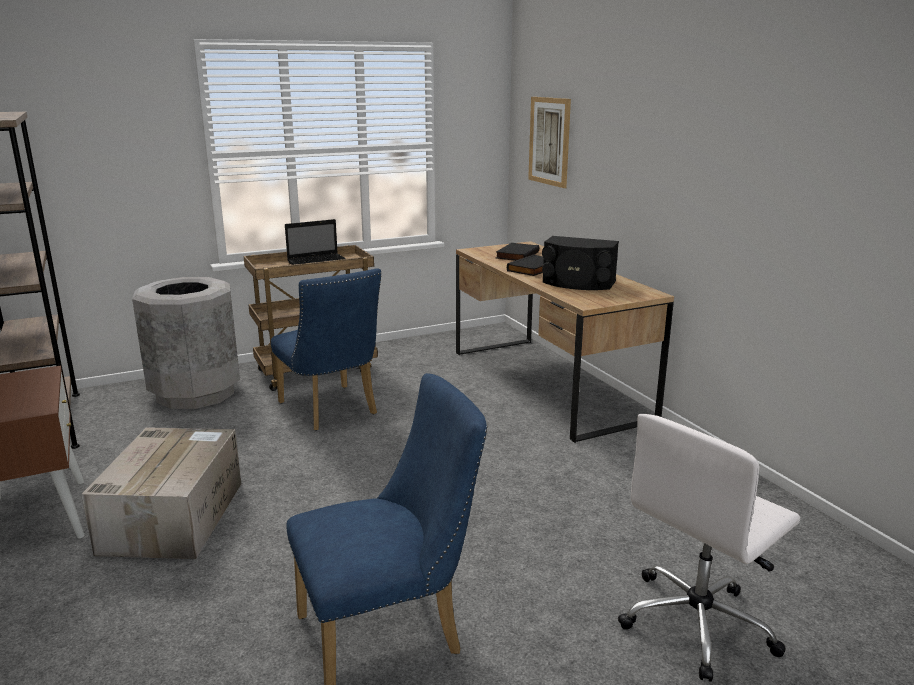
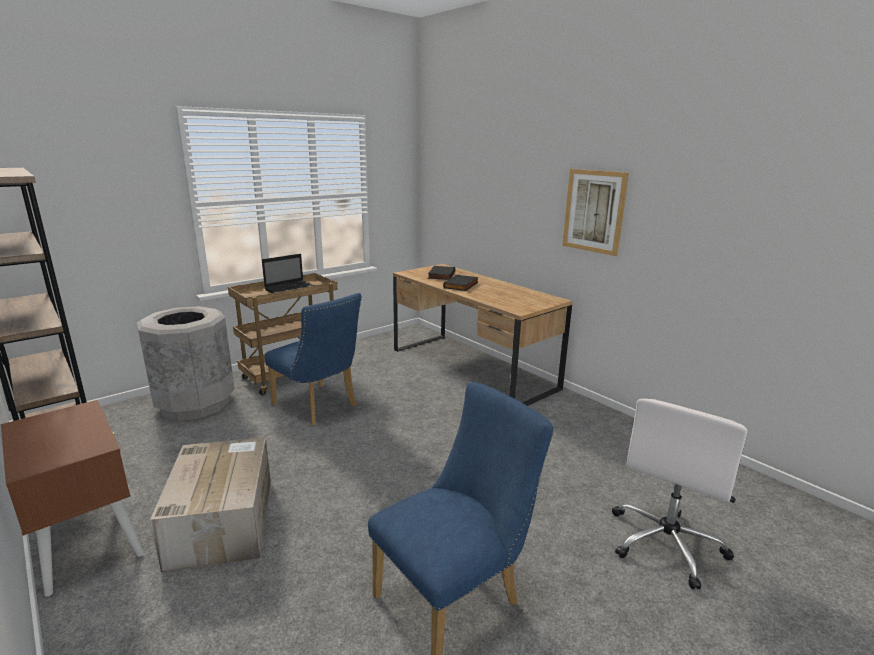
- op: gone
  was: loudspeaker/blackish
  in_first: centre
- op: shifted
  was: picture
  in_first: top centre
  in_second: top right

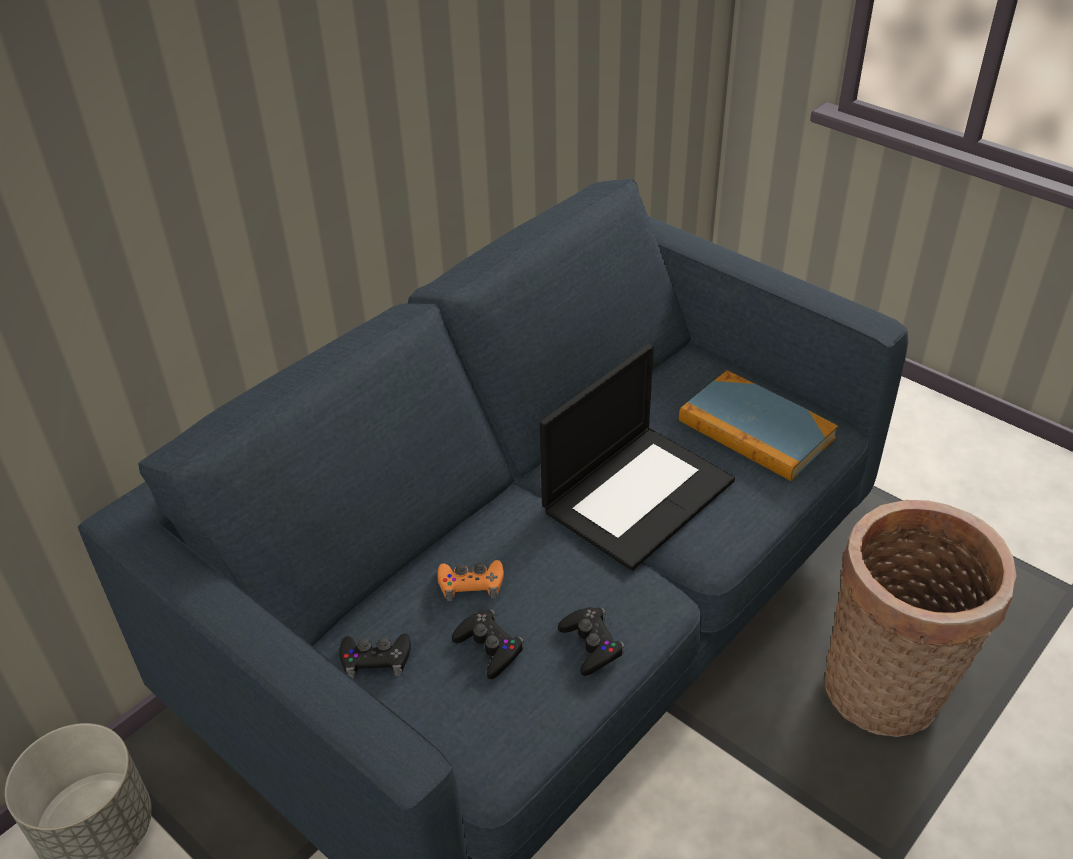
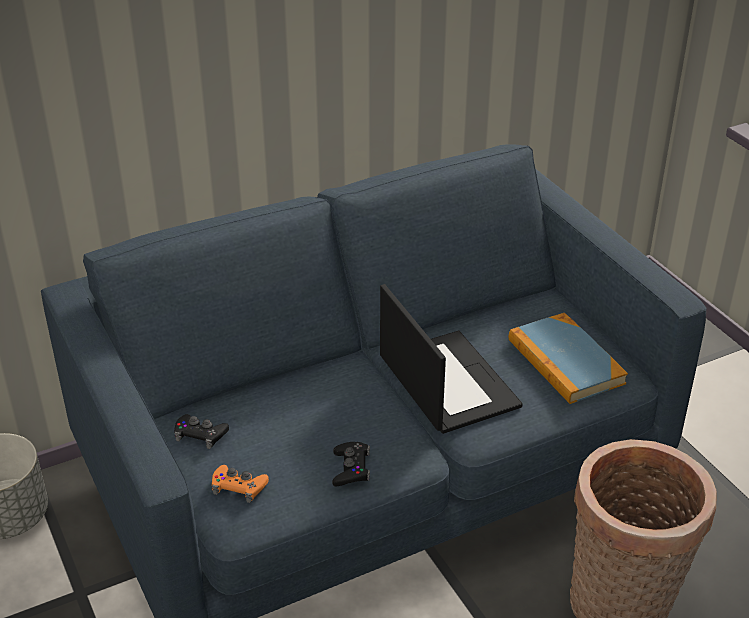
- op: gone
  was: gamepad/blackish (no. 2 from left)
  in_first: bottom centre
- op: shifted
  was: gamepad/orange
  in_first: bottom centre
  in_second: bottom left
- op: rotated
  was: notebook computer
  in_first: centre
  in_second: centre
  clockwise: -90

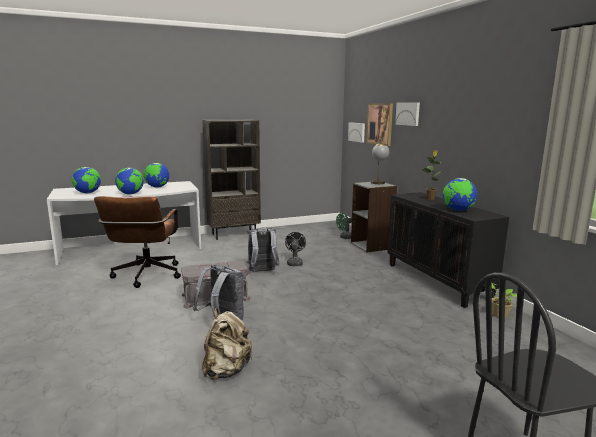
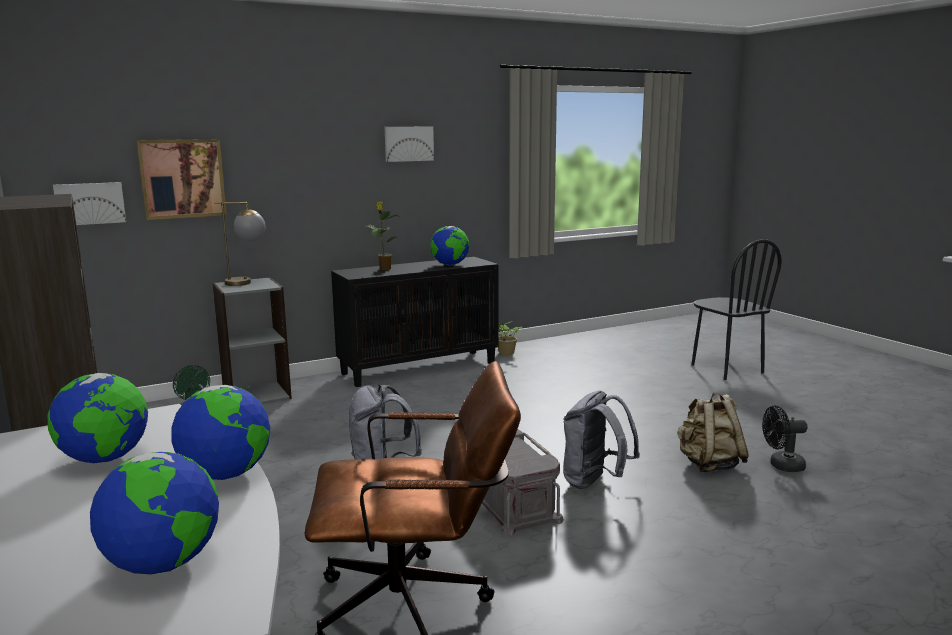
- op: shifted
  was: cooling fan/blackish
  in_first: centre
  in_second: bottom right
- op: shifted
  was: picture (no. 3 from left)
  in_first: top right
  in_second: top centre

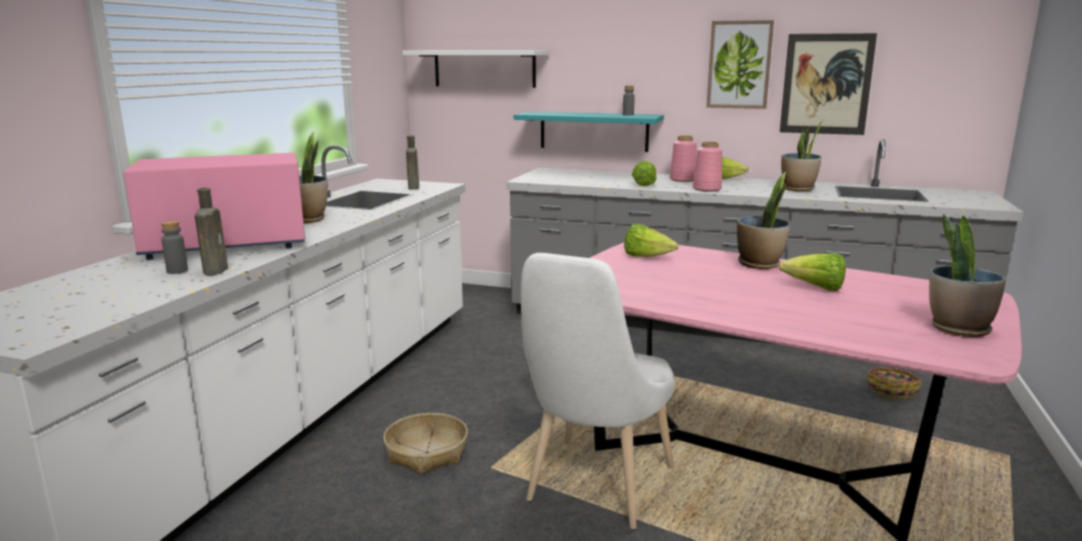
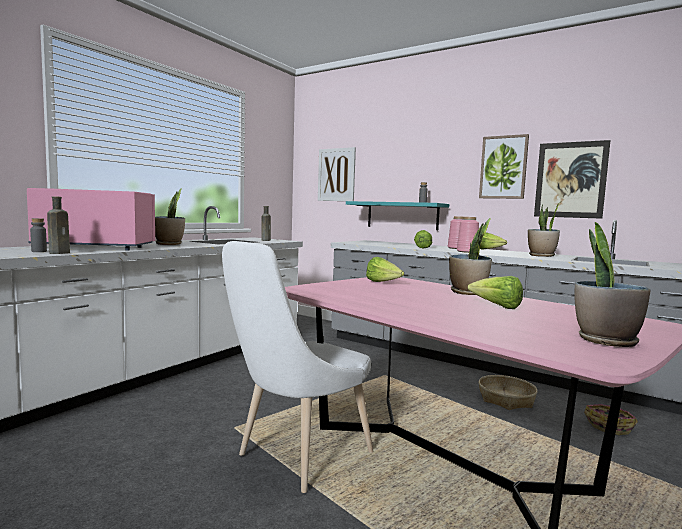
- op: shifted
  was: basket (no. 1 from left)
  in_first: bottom centre
  in_second: bottom right
- op: swapped
  was: shelf/white-coloured
  now: picture (no. 1 from left)
  in_first: top centre
  in_second: top centre

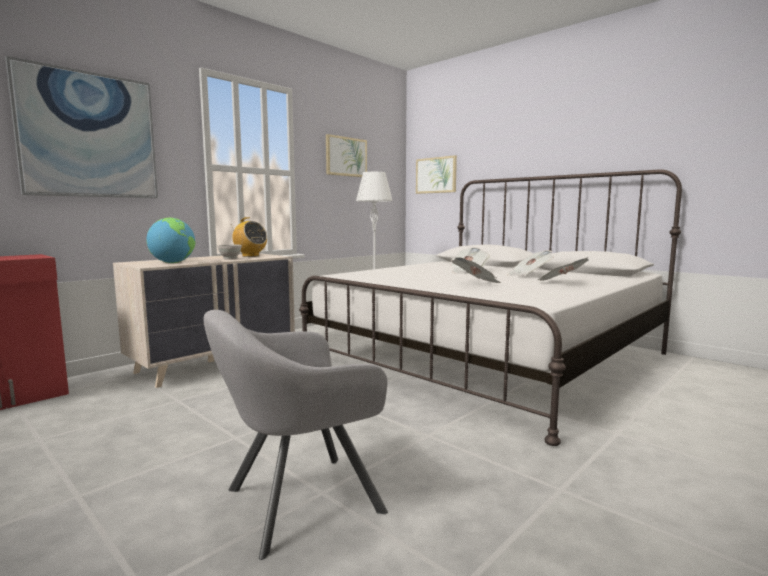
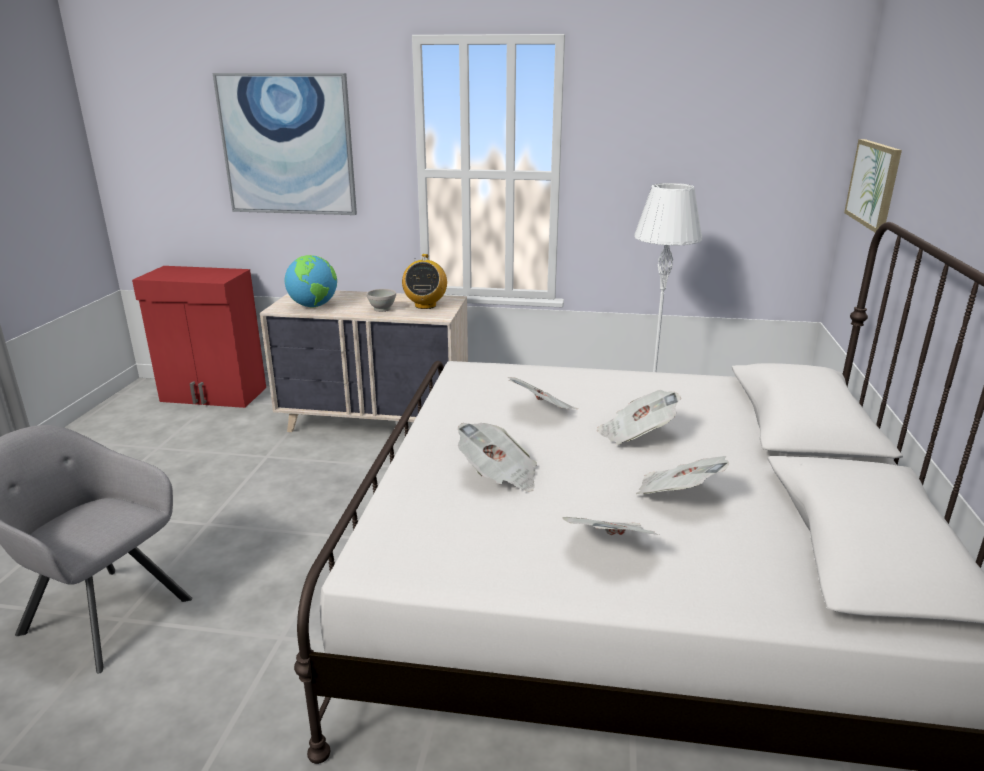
- op: gone
  was: picture (no. 2 from left)
  in_first: top centre
- op: new
  now: newspaper (no. 2 from left)
  in_second: centre

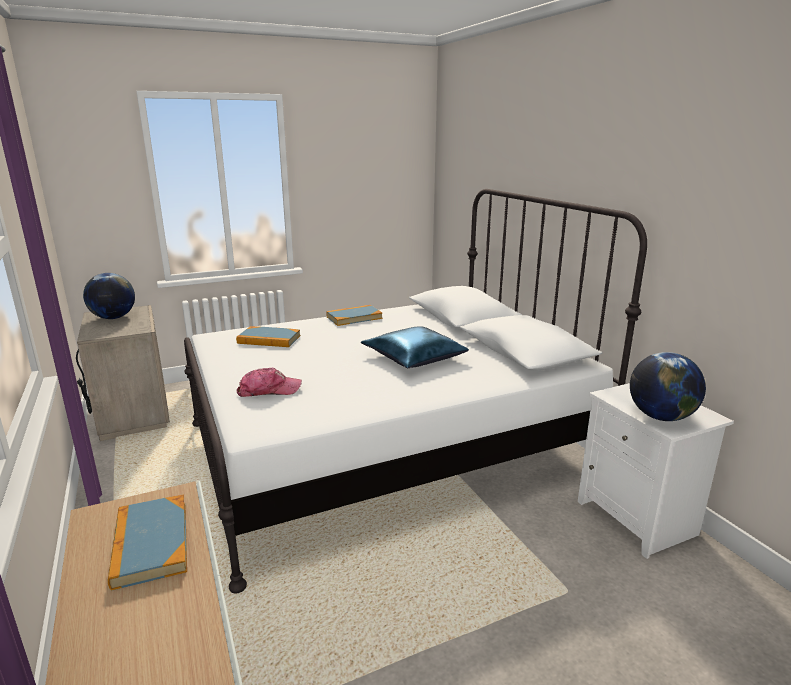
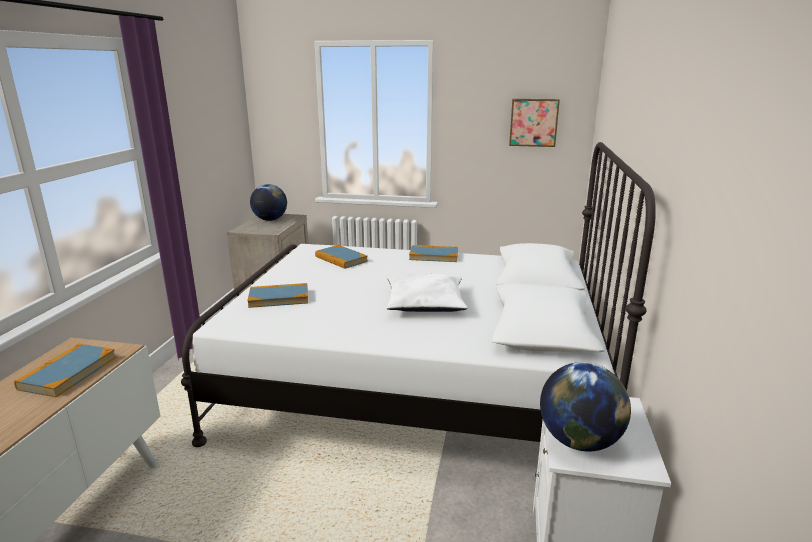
- op: new
  now: picture
  in_second: top centre
- op: swapped
  was: peaked cap
  now: book (no. 2 from left)
  in_first: centre
  in_second: centre
- op: repainted
  was: pillow/bluish
  now: pillow/white-coloured
  in_first: centre
  in_second: centre

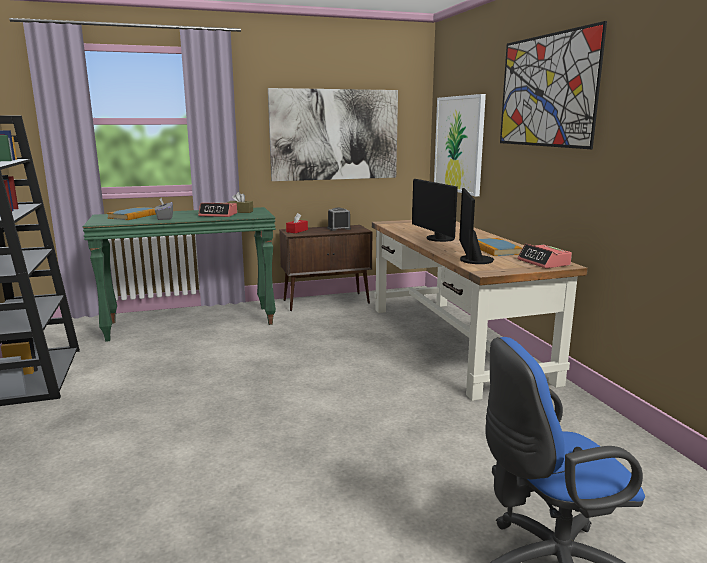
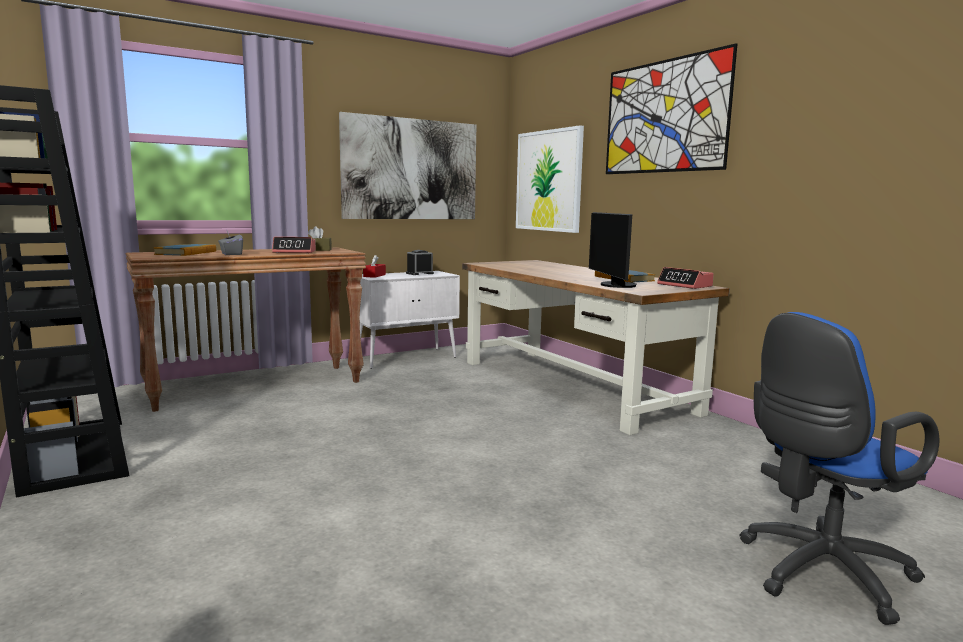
- op: gone
  was: monitor (no. 1 from left)
  in_first: centre
- op: repainted
  was: narrow table/greenish
  now: narrow table/brown-coloured
  in_first: middle left
  in_second: middle left
- op: repainted
  was: cupboard/brown-coloured
  now: cupboard/white-coloured
  in_first: centre
  in_second: centre

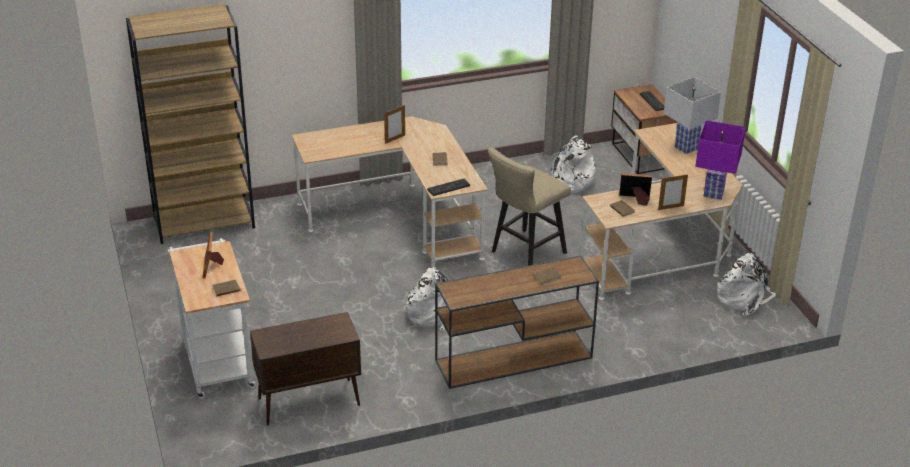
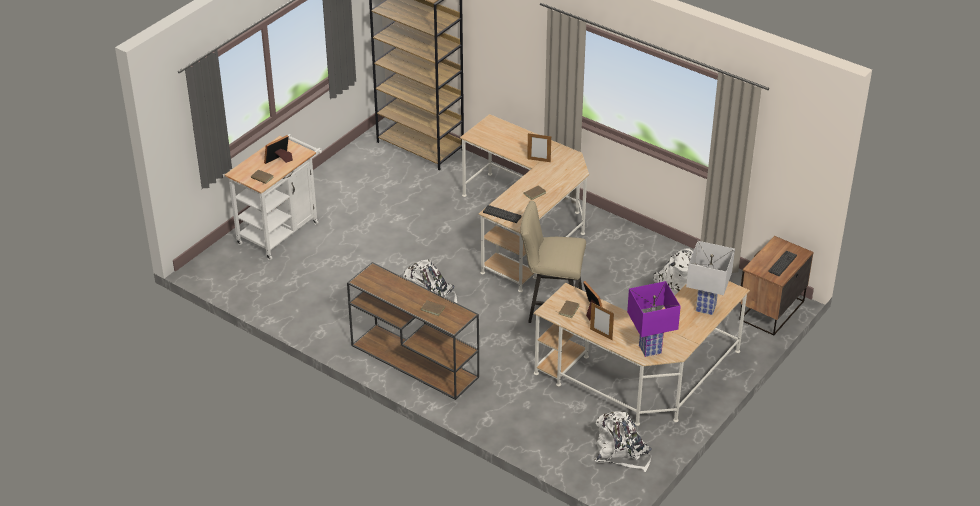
- op: gone
  was: cupboard/brown-coloured
  in_first: bottom centre

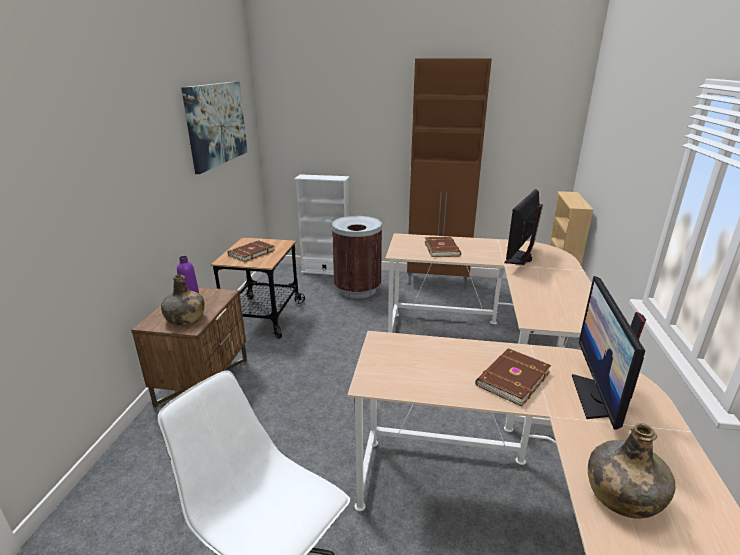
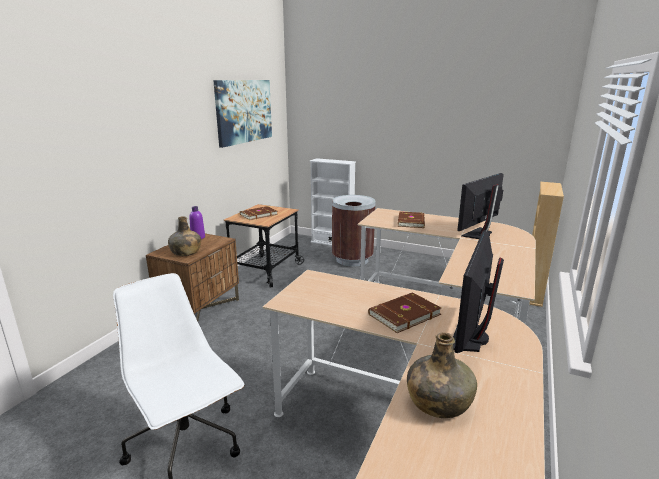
- op: gone
  was: cupboard/brown-coloured
  in_first: top centre

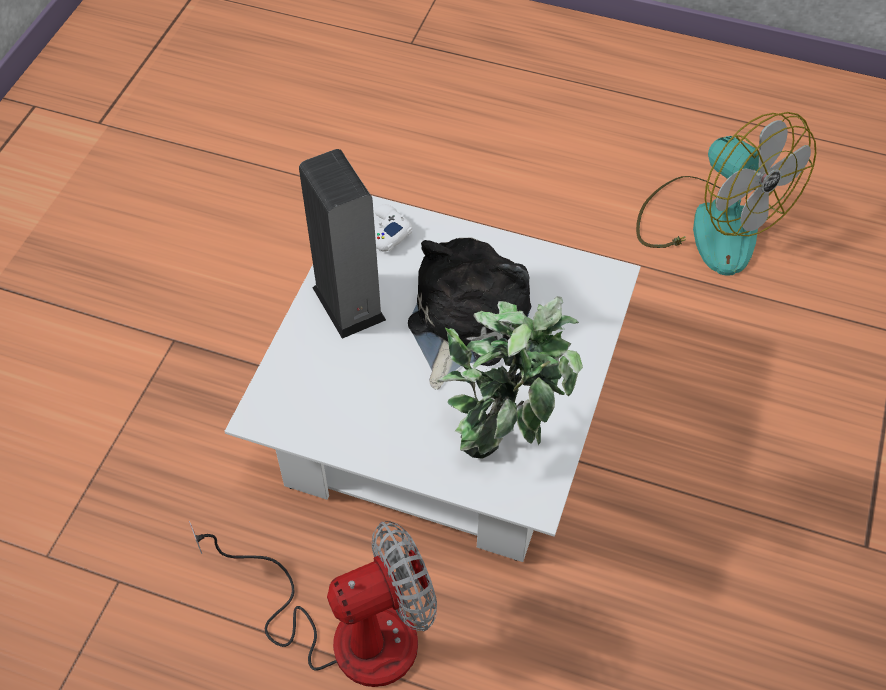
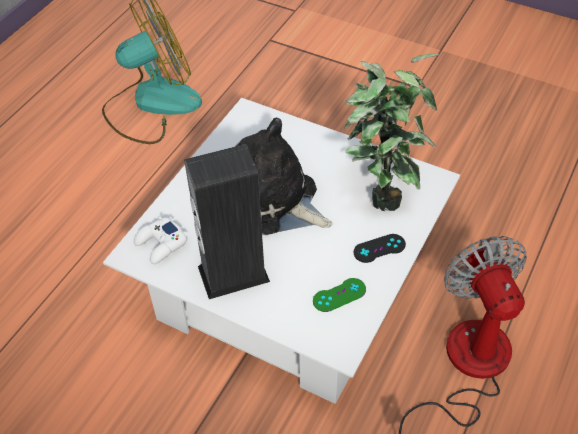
- op: new
  now: gamepad/greenish
  in_second: bottom centre
- op: new
  now: gamepad/blackish
  in_second: centre

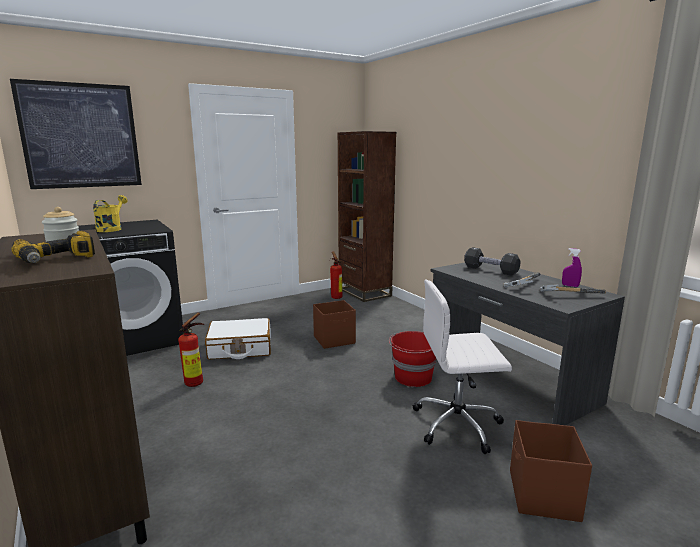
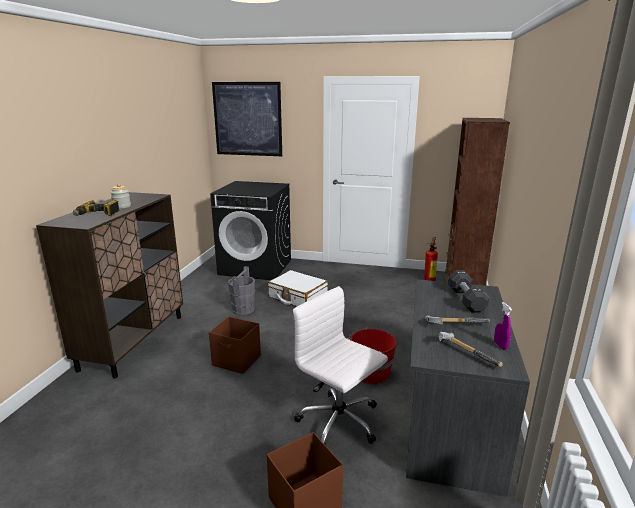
- op: gone
  was: watering pot/yellow
  in_first: middle left
- op: shifted
  was: storage container/brown-coloured (no. 1 from left)
  in_first: centre
  in_second: bottom centre
- op: swapped
  was: fire-fighting cylinder (no. 1 from left)
  now: bucket/grey
  in_first: middle left
  in_second: centre

